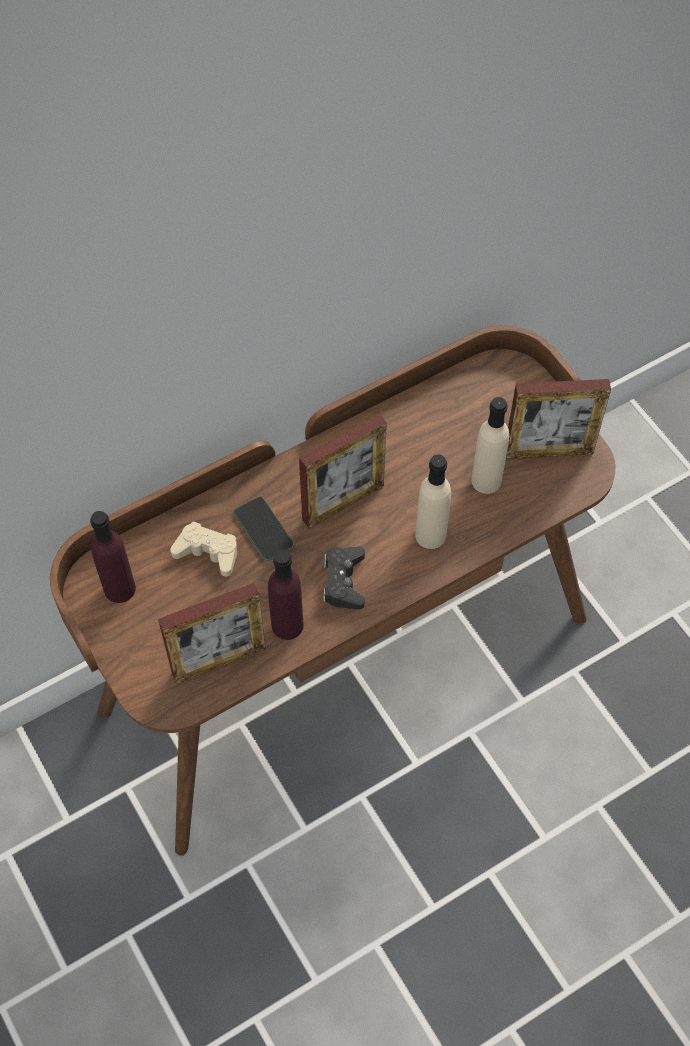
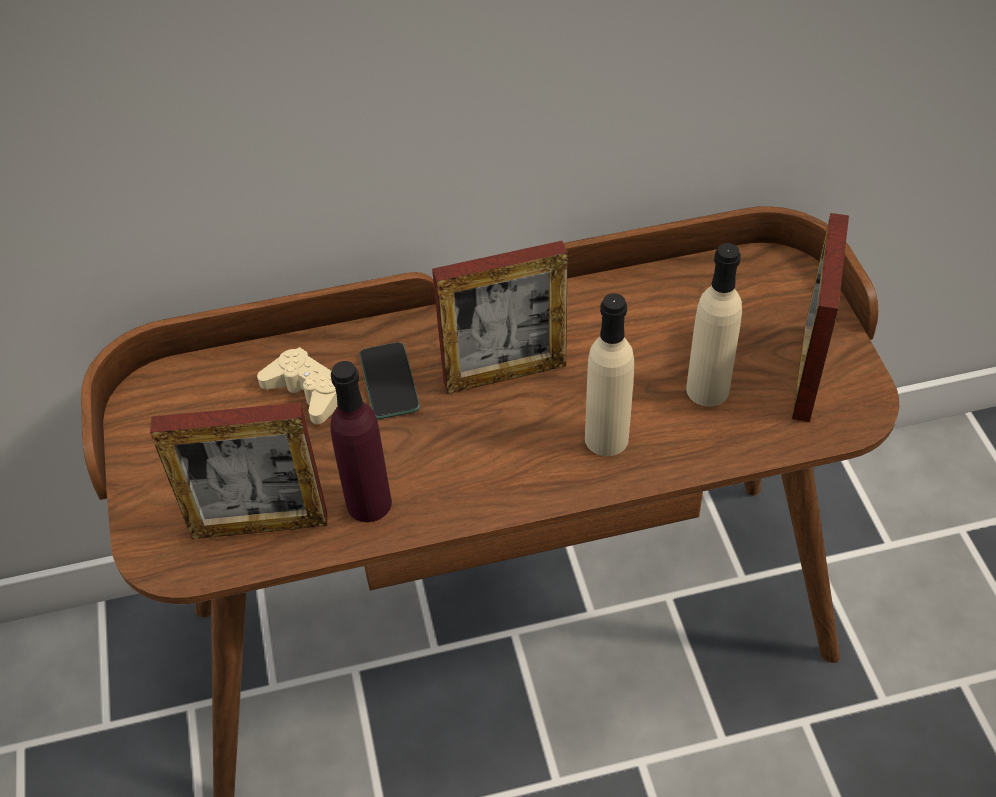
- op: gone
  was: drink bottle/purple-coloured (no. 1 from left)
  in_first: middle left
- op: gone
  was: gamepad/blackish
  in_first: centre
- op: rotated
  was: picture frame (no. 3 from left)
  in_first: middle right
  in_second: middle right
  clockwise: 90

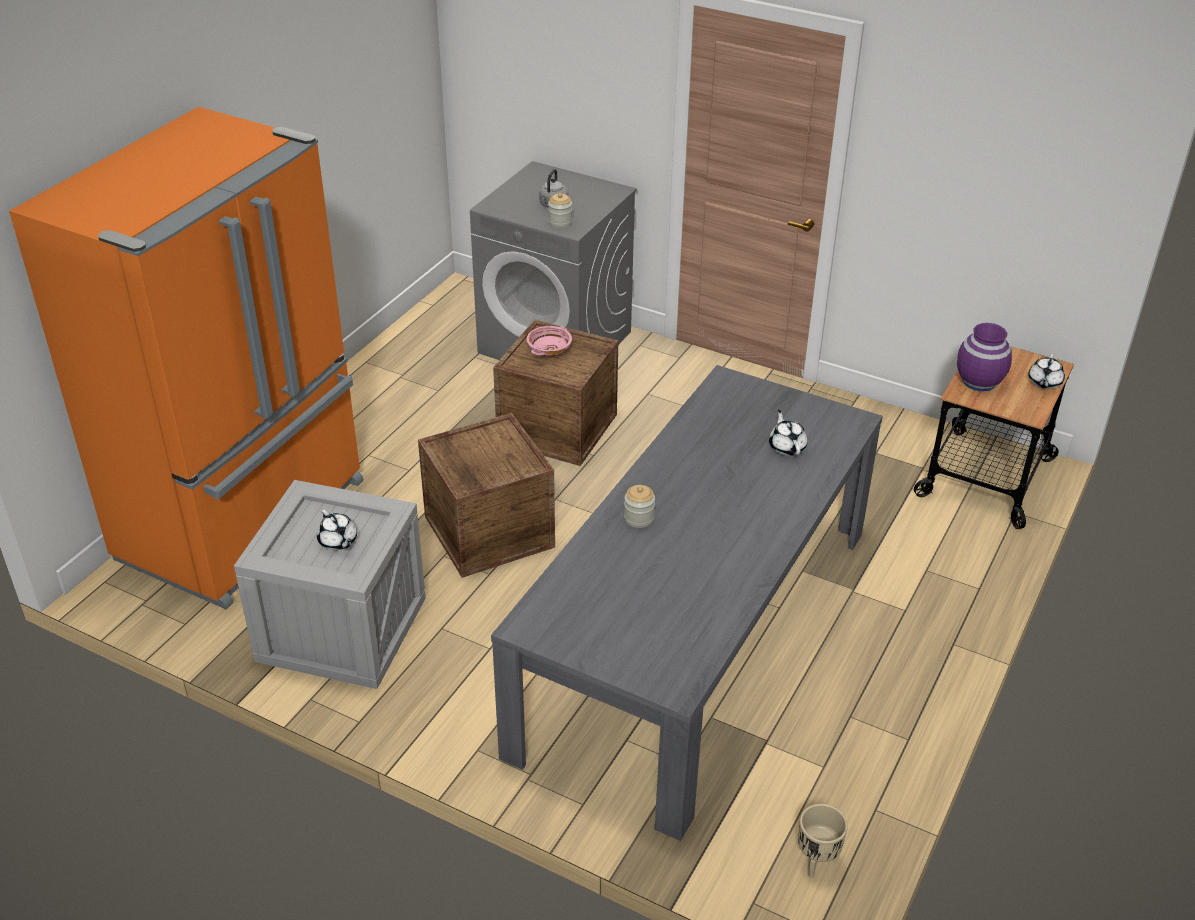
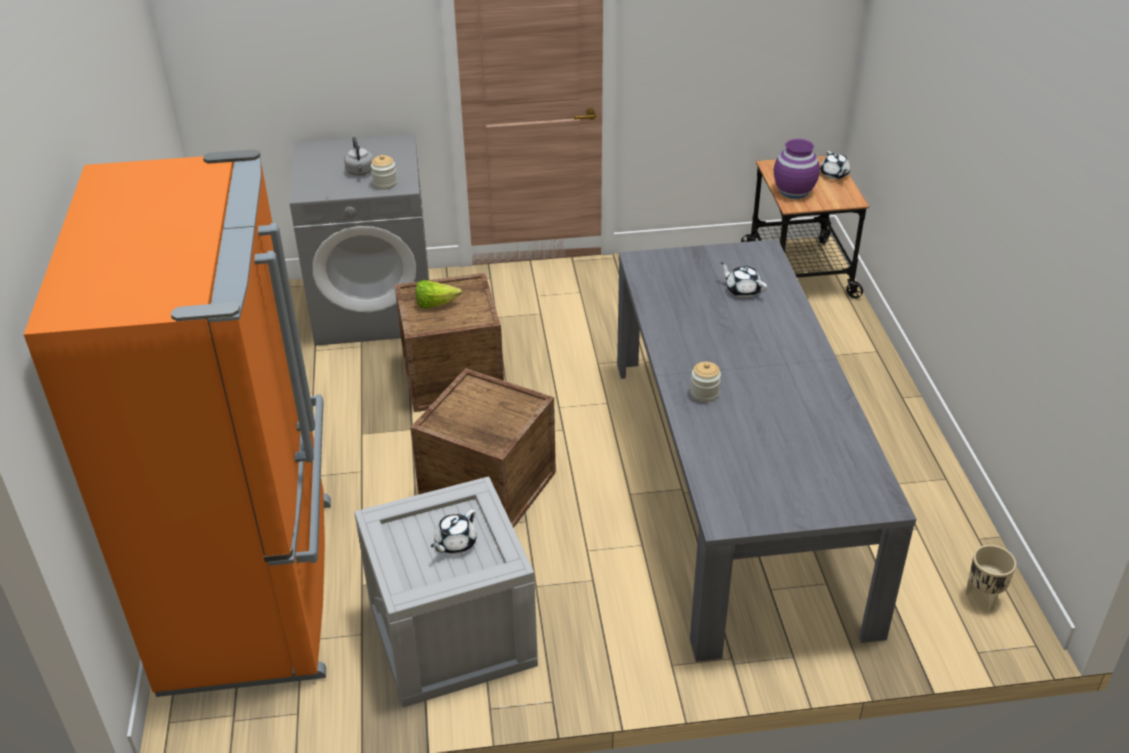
- op: swapped
  was: deep dish/pink-coloured
  now: head of lettuce
  in_first: centre
  in_second: centre
- op: rotated
  was: tea pot/white-coloured (no. 1 from left)
  in_first: middle left
  in_second: bottom centre
  clockwise: 105

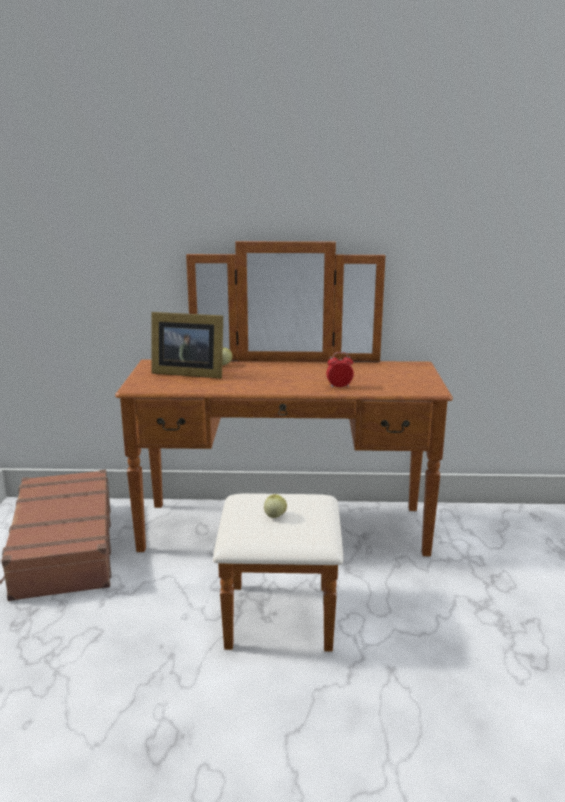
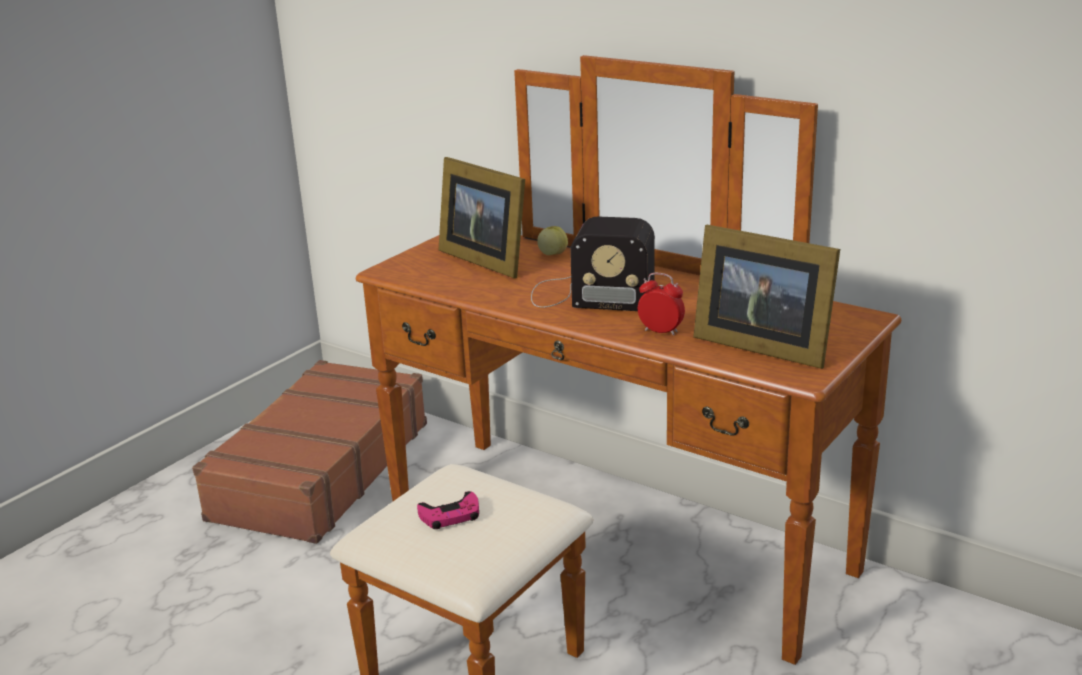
- op: new
  now: radio
  in_second: centre
- op: new
  now: picture frame (no. 2 from left)
  in_second: middle right
- op: swapped
  was: apple (no. 2 from left)
  now: gamepad/pink-coloured
  in_first: centre
  in_second: bottom centre

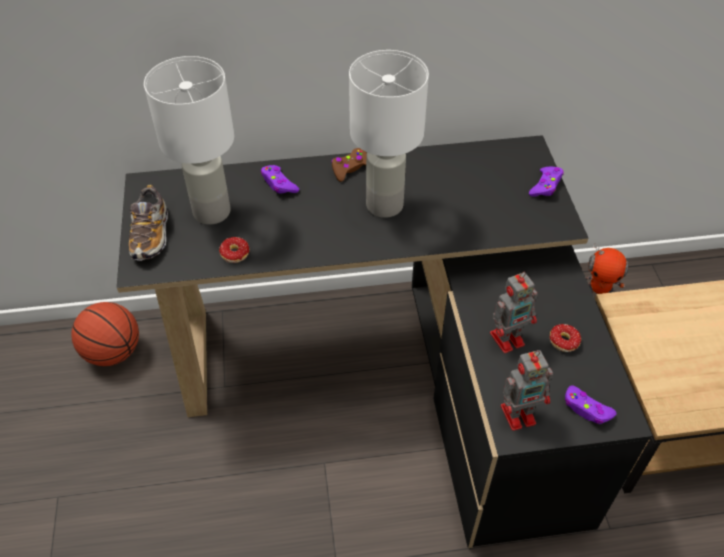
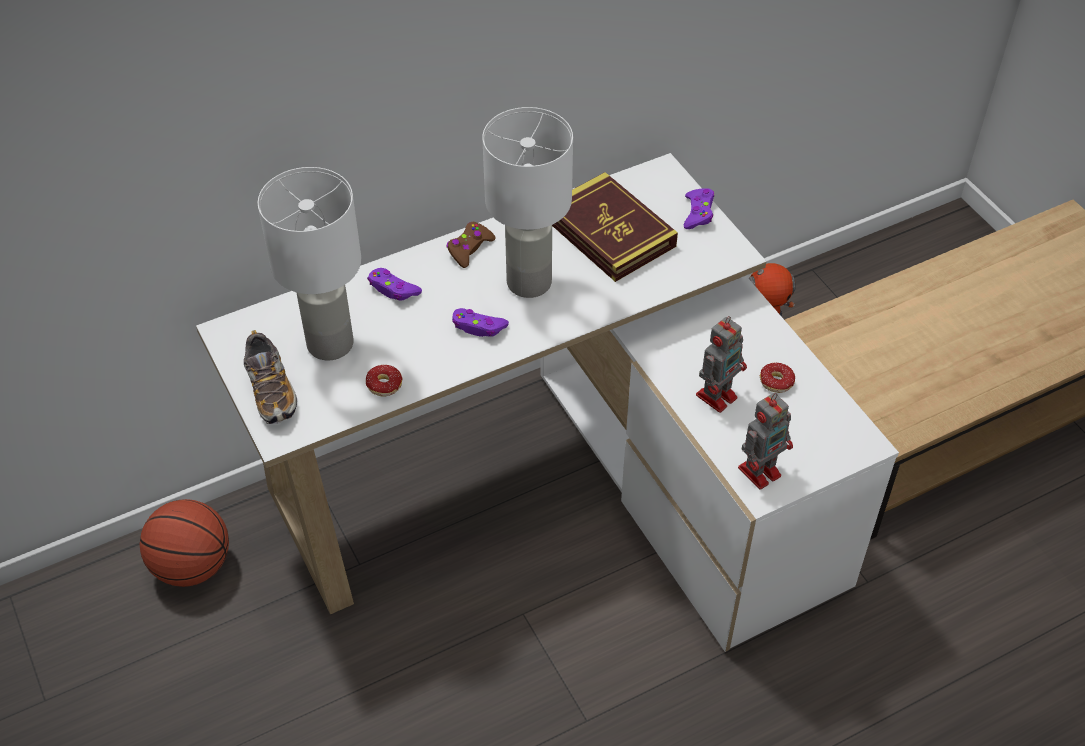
- op: new
  now: book
  in_second: top centre
- op: shifted
  was: gamepad/purple-coloured (no. 3 from left in the first image)
  now: gamepad/purple-coloured (no. 2 from left)
  in_first: bottom right
  in_second: centre
- op: repainted
  was: desk unit/blackish
  now: desk unit/white-coloured
  in_first: centre
  in_second: centre

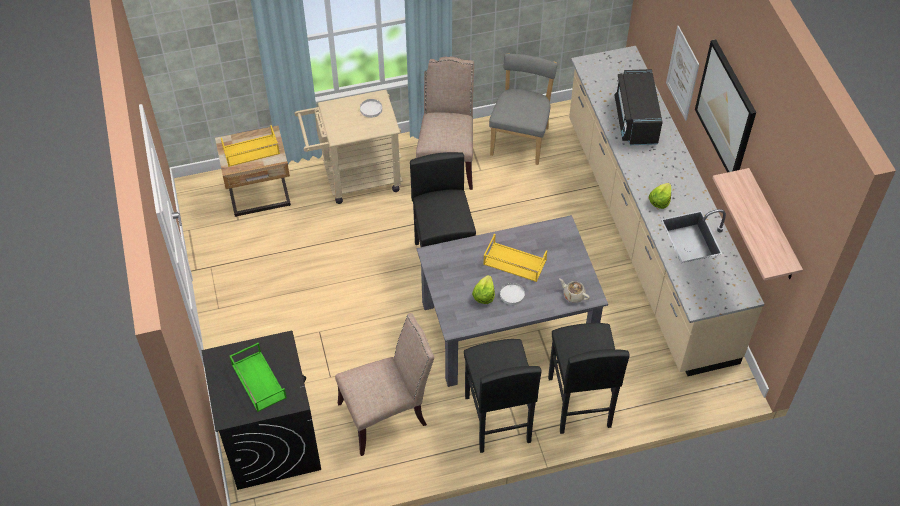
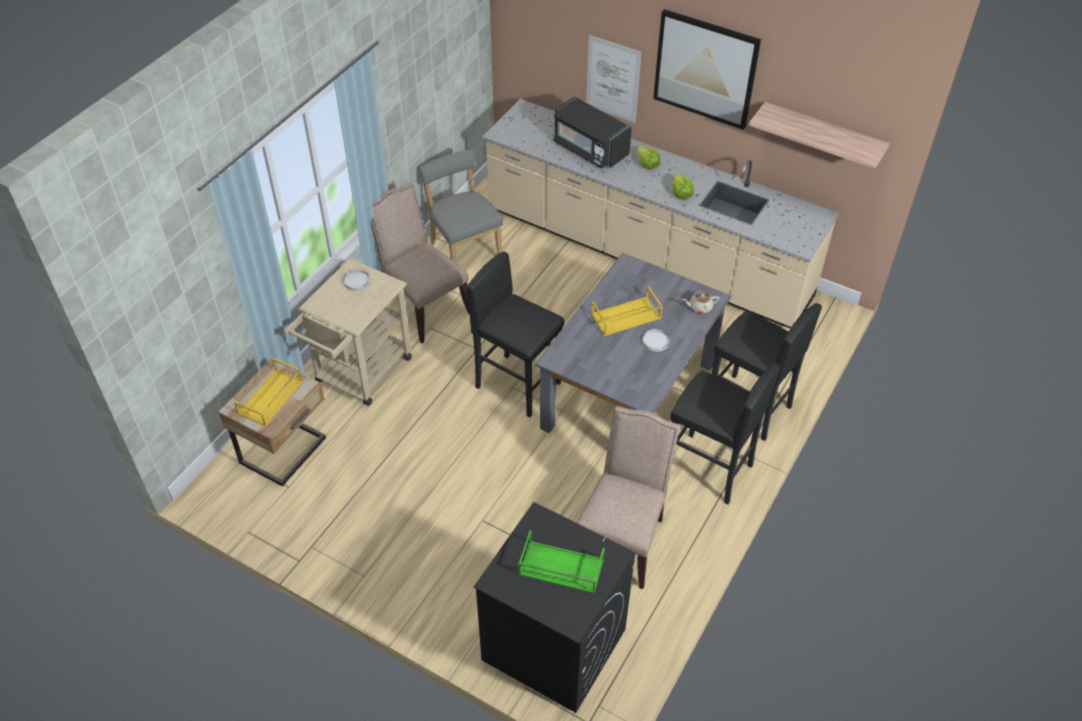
- op: shifted
  was: head of lettuce (no. 1 from left)
  in_first: centre
  in_second: top centre

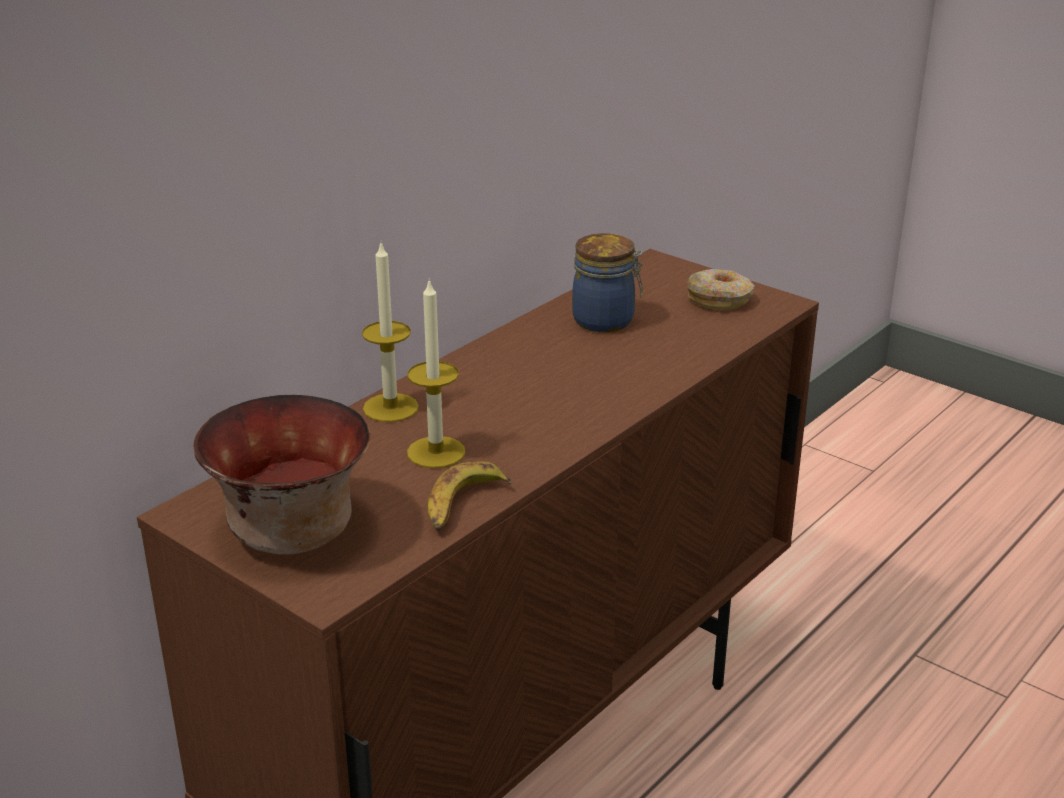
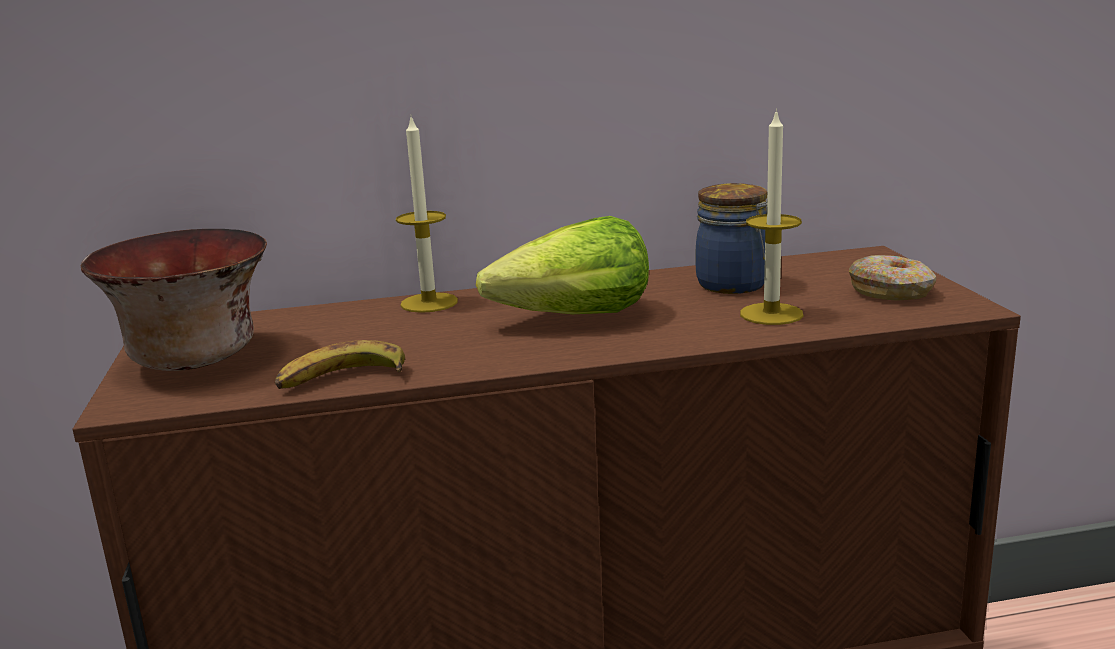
- op: new
  now: head of lettuce
  in_second: centre
- op: shifted
  was: candle (no. 2 from left)
  in_first: centre
  in_second: middle right

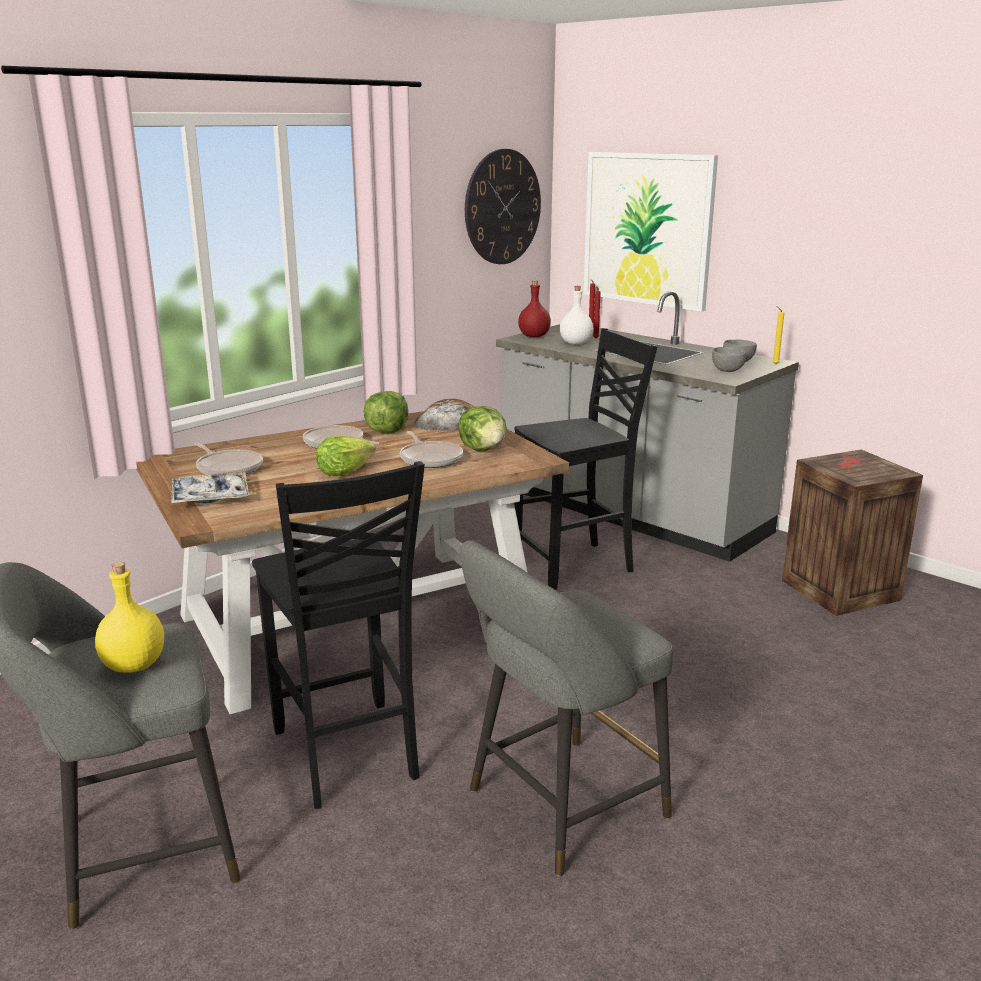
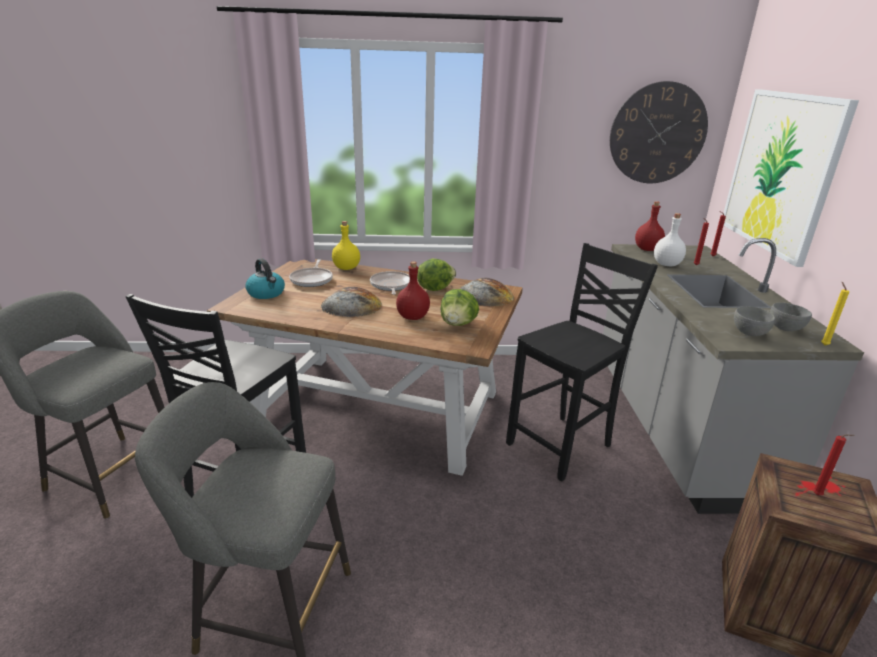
- op: new
  now: candle/reddish (no. 3 from left)
  in_second: bottom right
- op: shifted
  was: drink bottle/yellow
  in_first: middle left
  in_second: centre
- op: swapped
  was: carrying tray
  now: water kettle
  in_first: middle left
  in_second: middle left
- op: swapped
  was: head of lettuce (no. 1 from left)
  now: bread (no. 1 from left)
  in_first: centre
  in_second: centre
- op: swapped
  was: frying pan (no. 3 from left)
  now: drink bottle/reddish (no. 1 from left)
  in_first: centre
  in_second: centre
- op: rotated
  was: upright chair/blackish (no. 2 from left)
  in_first: centre
  in_second: centre
  clockwise: -60

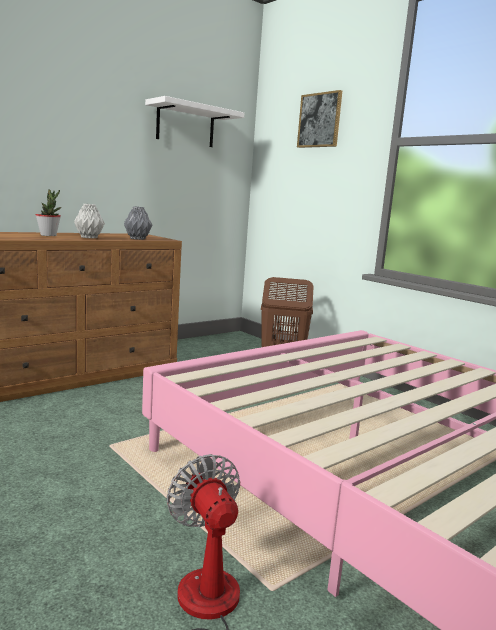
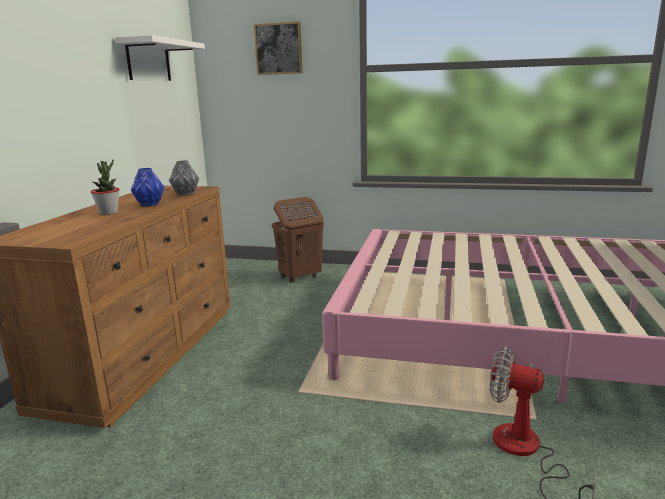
- op: repainted
  was: decorative vase/grey (no. 1 from left)
  now: decorative vase/bluish
  in_first: middle left
  in_second: middle left

